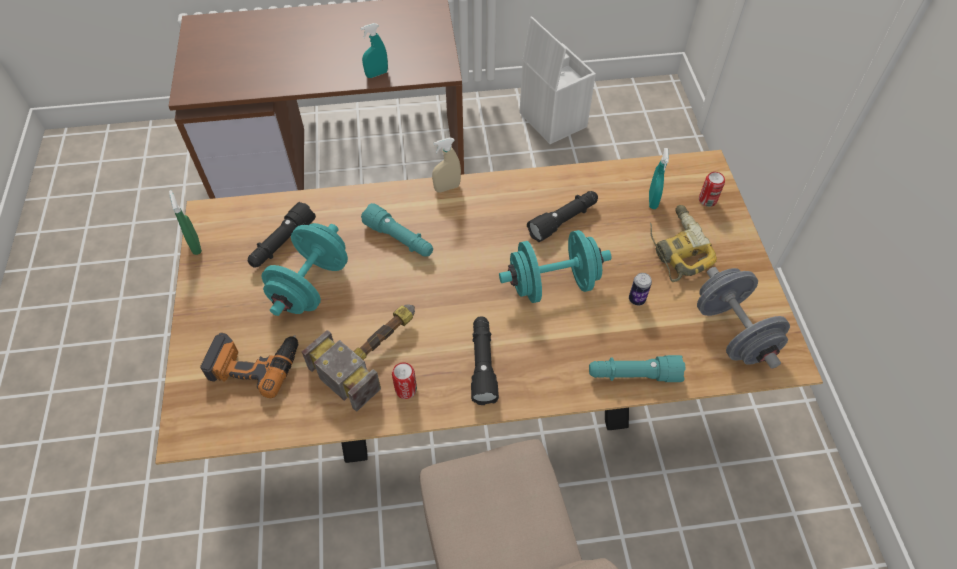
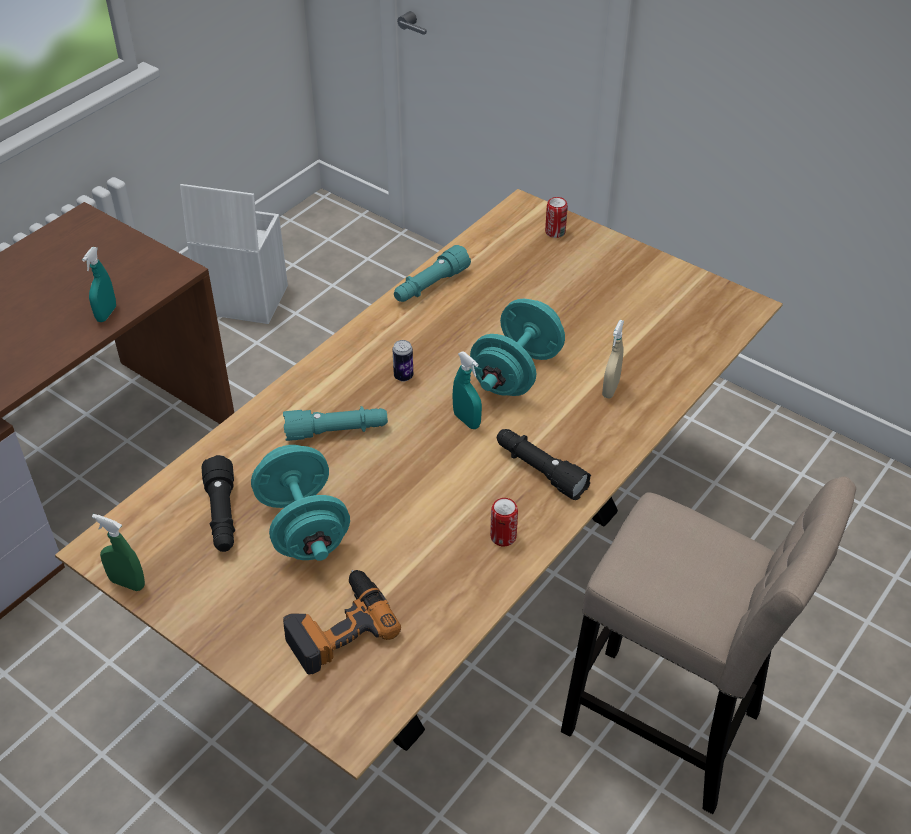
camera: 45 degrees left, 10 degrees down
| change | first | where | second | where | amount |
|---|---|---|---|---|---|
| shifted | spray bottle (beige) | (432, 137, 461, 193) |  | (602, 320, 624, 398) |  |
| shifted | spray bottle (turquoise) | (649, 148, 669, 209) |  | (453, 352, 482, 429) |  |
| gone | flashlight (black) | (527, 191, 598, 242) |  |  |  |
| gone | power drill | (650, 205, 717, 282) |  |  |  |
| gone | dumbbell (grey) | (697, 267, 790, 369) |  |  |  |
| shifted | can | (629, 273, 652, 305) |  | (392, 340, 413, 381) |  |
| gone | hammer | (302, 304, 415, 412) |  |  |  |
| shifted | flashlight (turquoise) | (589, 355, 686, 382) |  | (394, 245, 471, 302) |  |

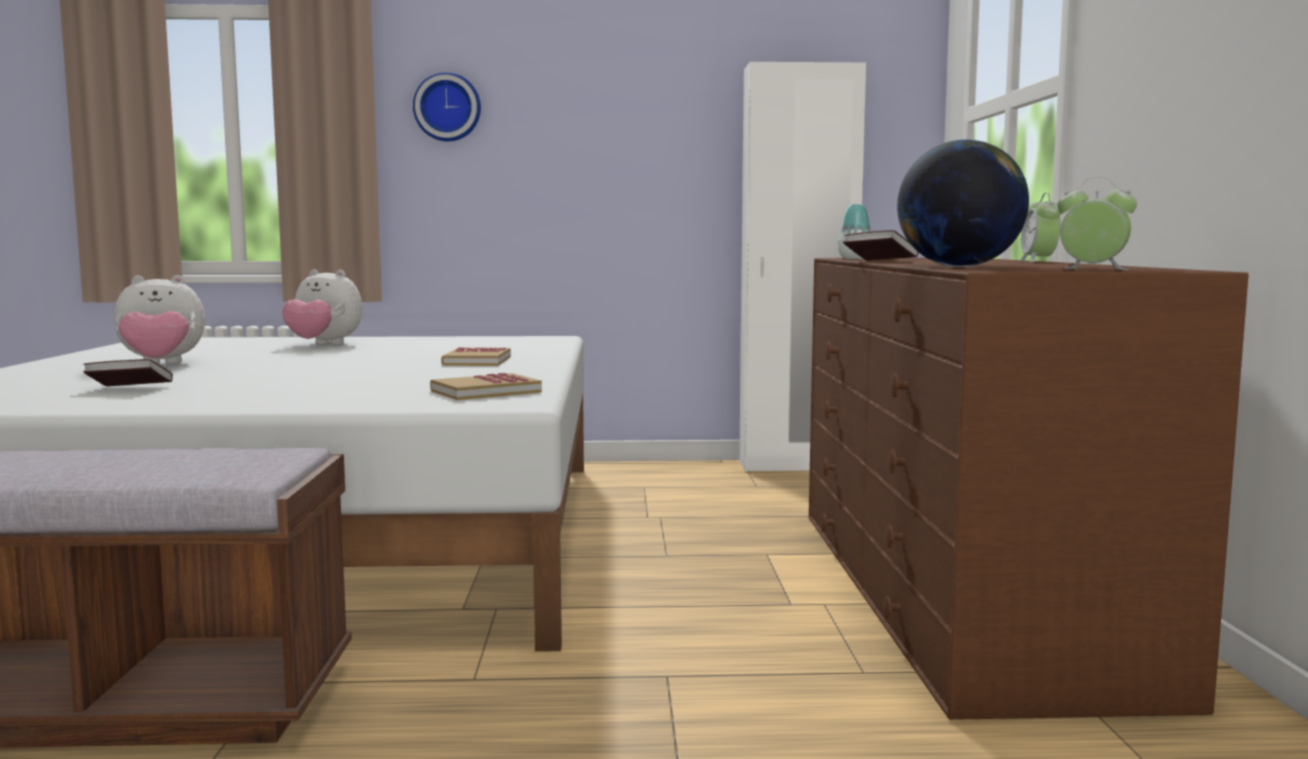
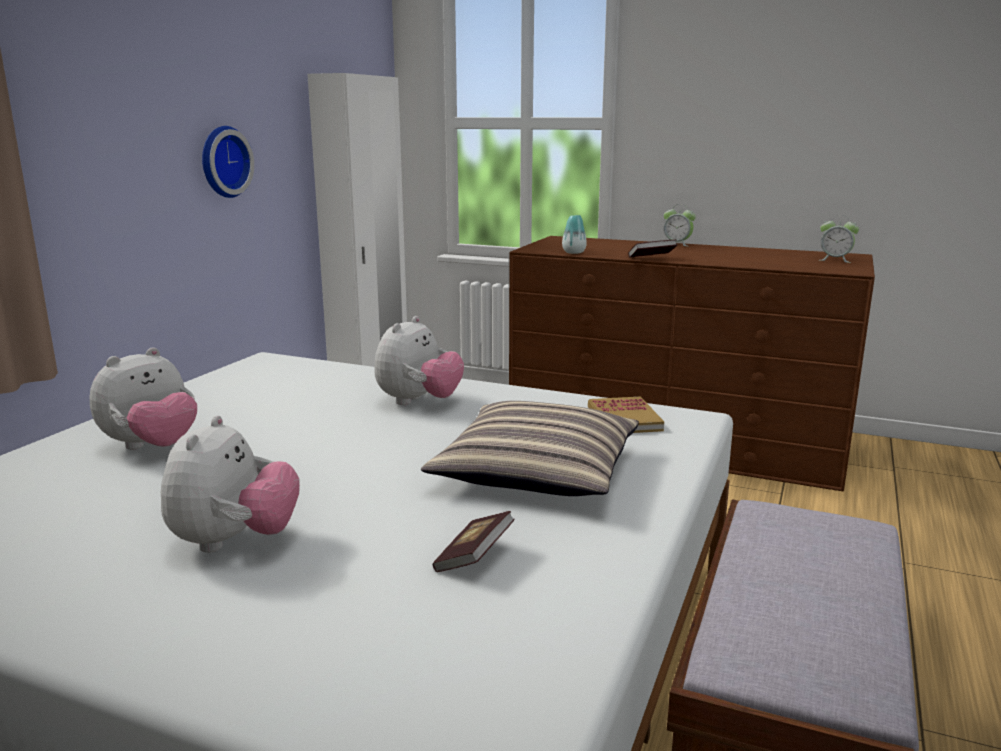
camera: 65 degrees left, 10 degrees up
| change | first | where | second | where | amount |
|---|---|---|---|---|---|
| shifted | wall clock | (413, 72, 481, 141) |  | (202, 126, 254, 198) |  |
| gone | globe | (897, 139, 1029, 267) |  |  |  |
| rotated | alarm clock | (1057, 177, 1137, 270) |  | (819, 215, 859, 263) | 120 degrees counterclockwise |
| swapped | book | (441, 347, 511, 366) | plush toy | (374, 316, 464, 405) |  |
| new |  |  | pillow | (421, 401, 639, 496) |  |

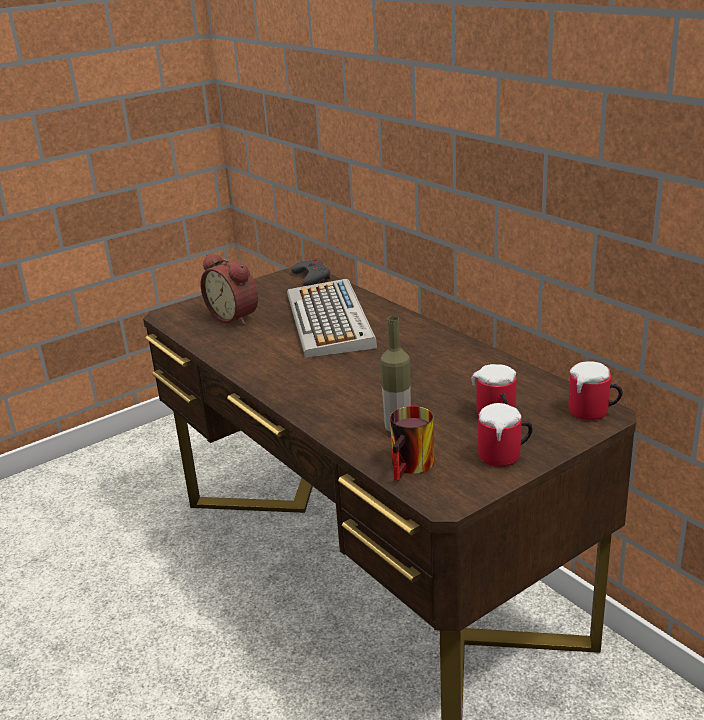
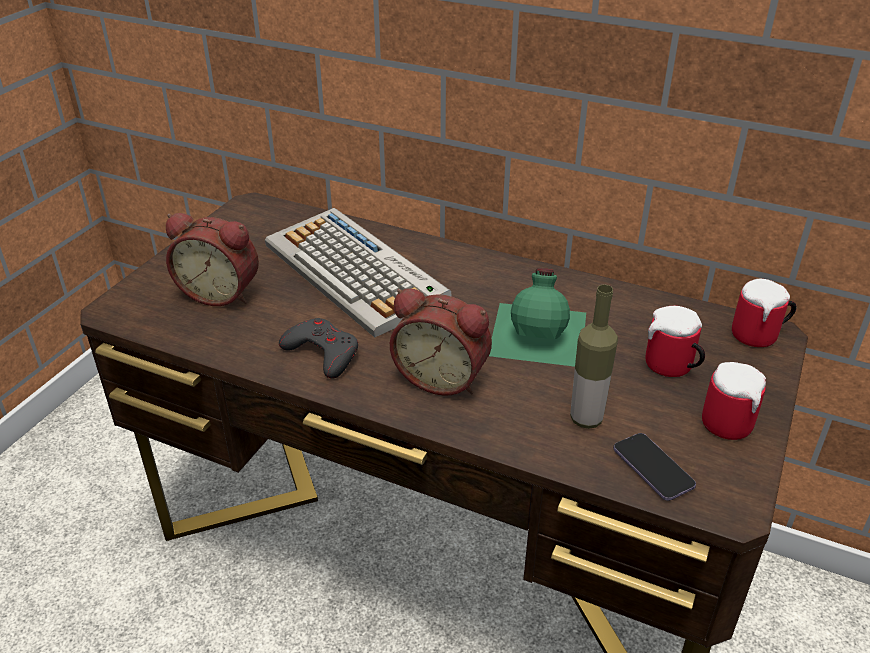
camera: 30 degrees left, 10 degrees up
| change | first | where | second | where | amount |
|---|---|---|---|---|---|
| shifted | game controller (grey) | (291, 259, 330, 286) |  | (279, 318, 358, 379) |  |
| swapped | mug | (390, 406, 434, 481) | phone | (613, 433, 696, 501) |  |
| new |  |  | bottle (green) | (489, 268, 586, 367) |  |
| new |  |  | alarm clock | (390, 288, 492, 396) |  |

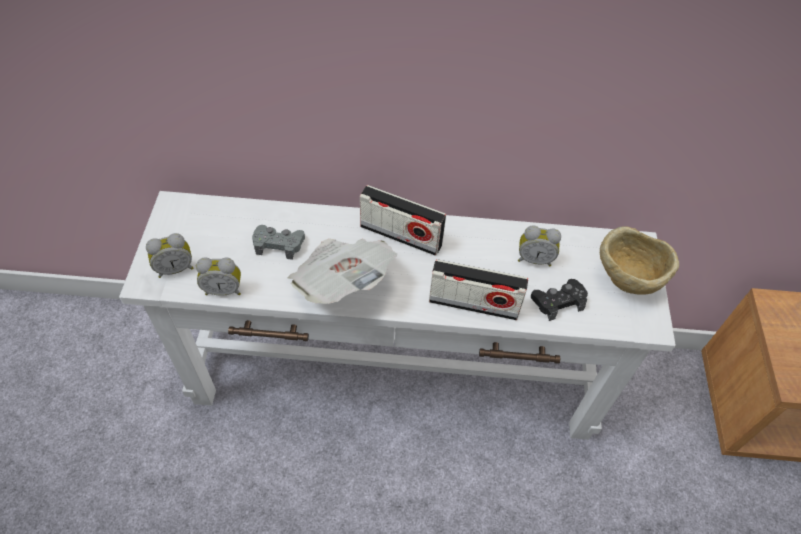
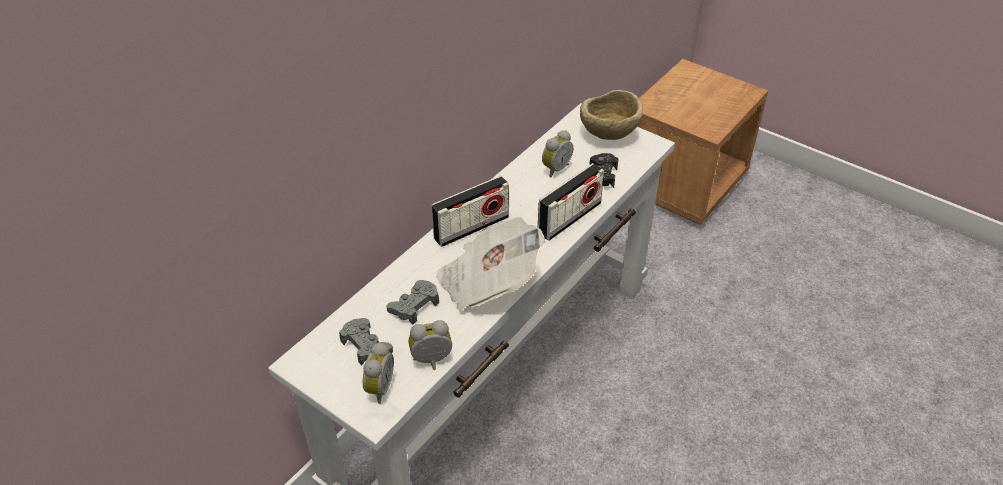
camera: 55 degrees left, 10 degrees down
| change | first | where | second | where | amount |
|---|---|---|---|---|---|
| rotated | alarm clock | (196, 257, 241, 296) |  | (409, 320, 452, 370) | 135 degrees counterclockwise |
| new |  |  | game controller (grey) | (339, 318, 393, 366) |  |

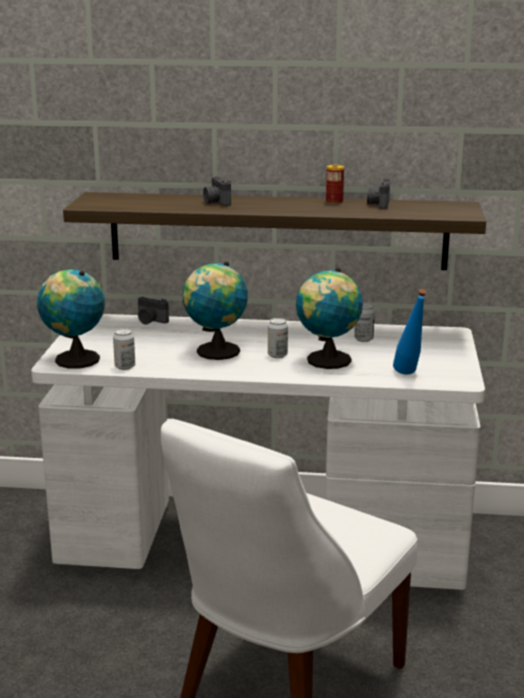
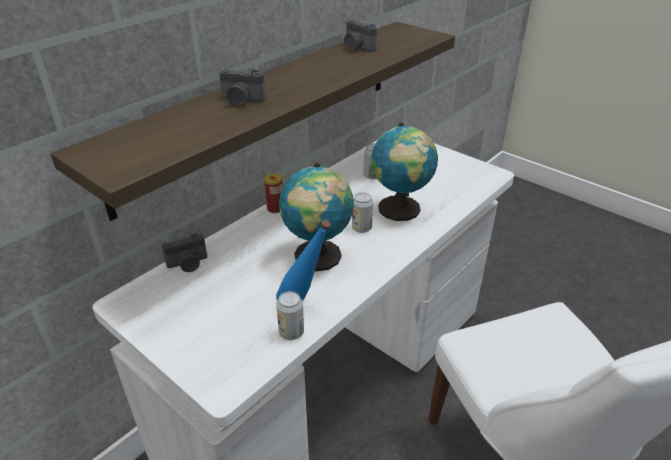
camera: 55 degrees left, 15 degrees up
| change | first | where | second | where | amount |
|---|---|---|---|---|---|
| shifted | can | (326, 165, 344, 204) |  | (264, 174, 283, 213) |  |
| gone | globe | (37, 269, 105, 369) |  |  |  |
| shifted | bottle (blue) | (393, 289, 426, 375) |  | (276, 220, 331, 301) |  |

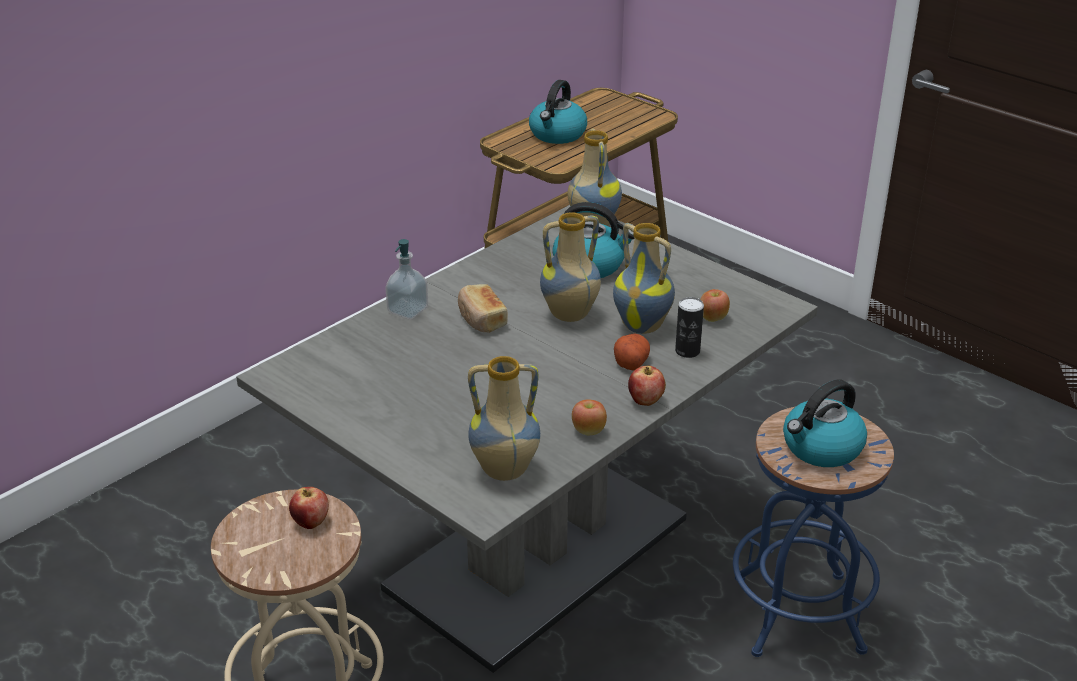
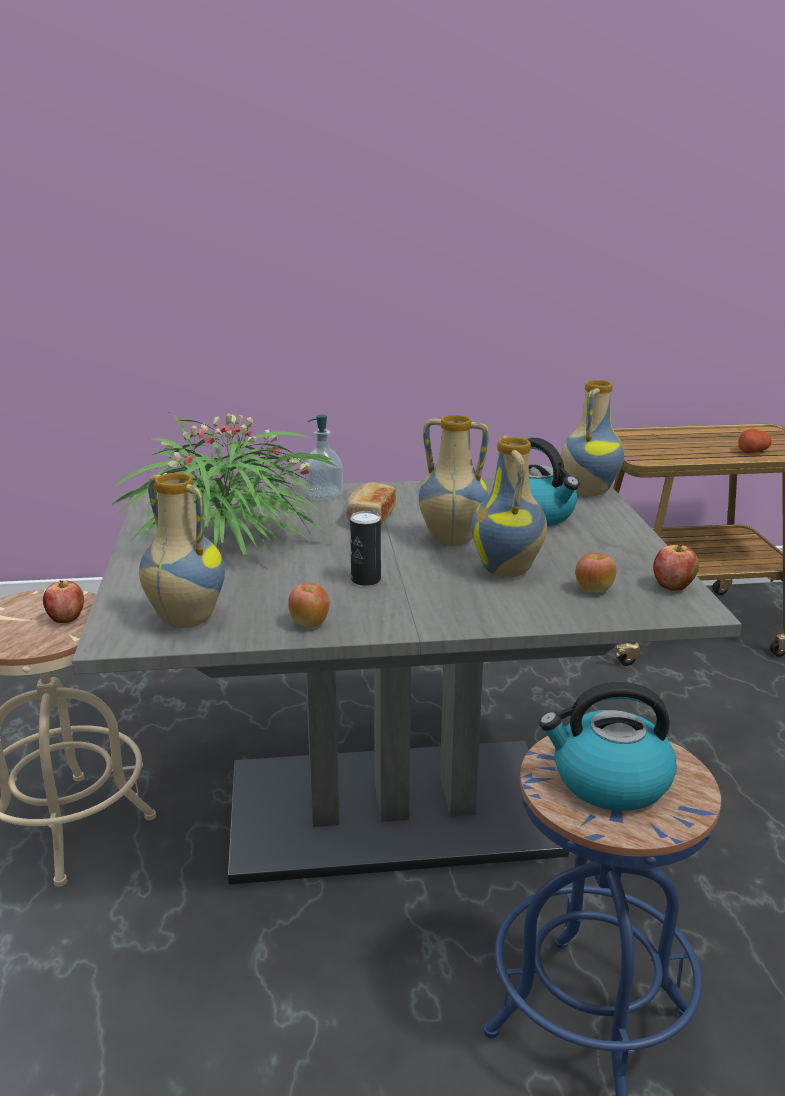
camera: 40 degrees right, 10 degrees down
| change | first | where | second | where | amount |
|---|---|---|---|---|---|
| gone | kettle | (529, 80, 587, 144) |  |  |  |
| shifted | can | (675, 297, 704, 358) |  | (350, 511, 381, 586) |  |
| shifted | potato | (614, 334, 650, 371) |  | (738, 429, 771, 453) |  |
| shifted | apple | (628, 366, 666, 406) |  | (653, 544, 699, 591) |  |
| new |  |  | potted plant | (113, 413, 338, 567) |  |

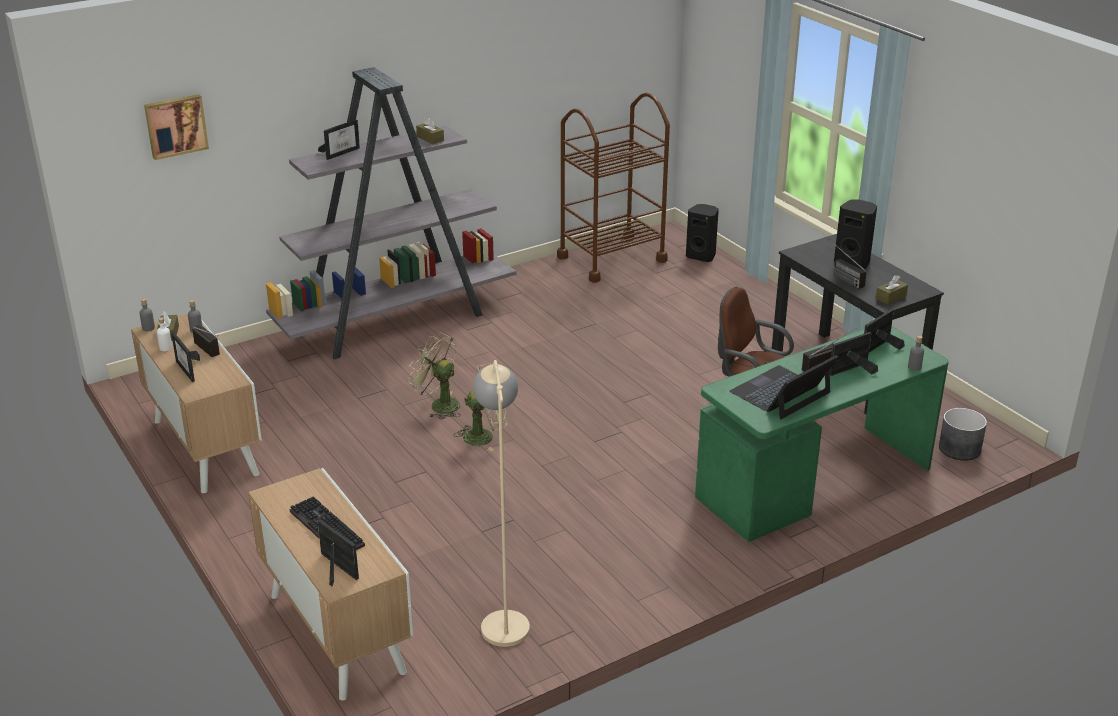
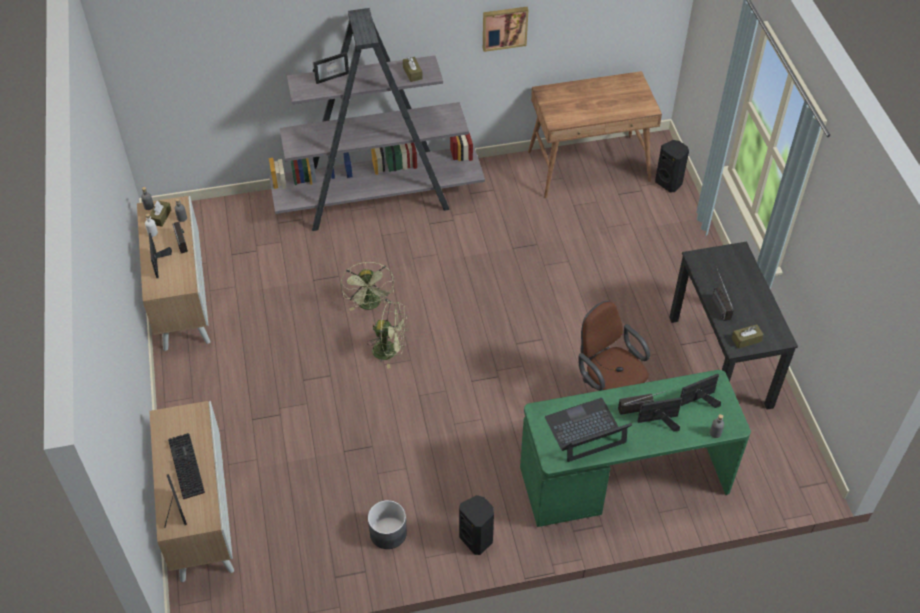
camera: 20 degrees right, 20 degrees up
| change | first | where | second | where | amount |
|---|---|---|---|---|---|
| swapped | cart (brown) | (557, 92, 670, 283) | desk (brown) | (528, 71, 662, 199) |  |
| shifted | picture | (144, 94, 209, 160) |  | (483, 7, 528, 52) |  |
| shifted | speaker (black) | (834, 199, 877, 270) |  | (459, 495, 494, 555) |  |
| rotated | fan (green) | (408, 332, 461, 419) |  | (341, 262, 394, 311) | 150 degrees counterclockwise |
| gone | floor lamp (beige) | (473, 360, 530, 647) |  |  |  |
| shifted | planter (grey) | (939, 408, 987, 461) |  | (368, 500, 407, 549) |  |

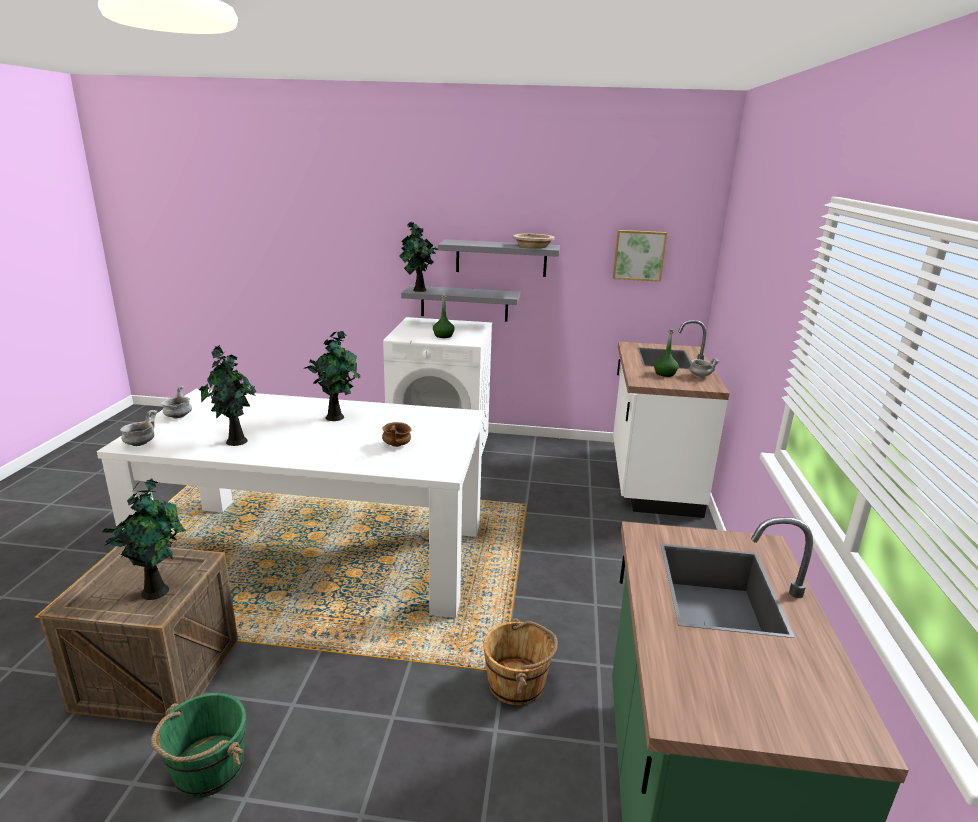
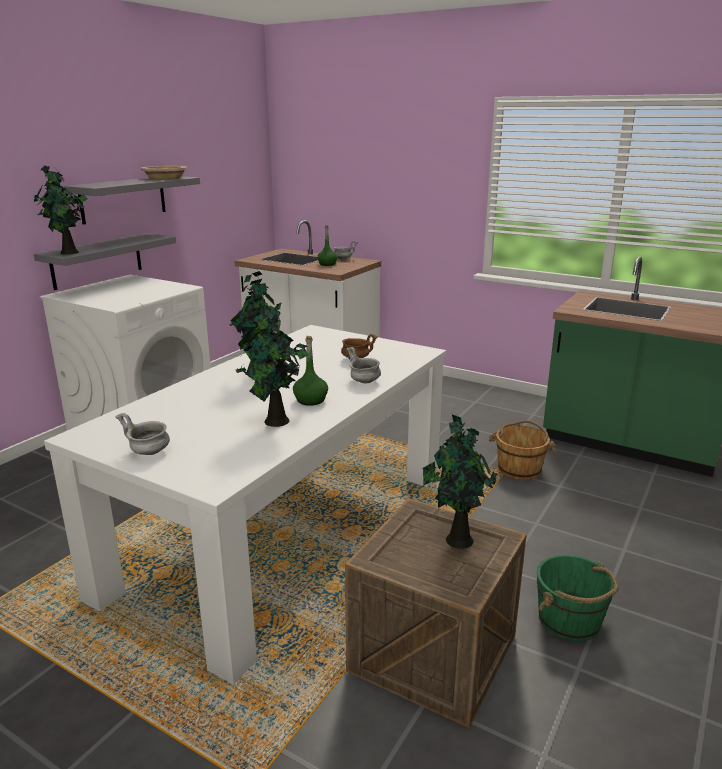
camera: 65 degrees left, 0 degrees up
| change | first | where | second | where | amount |
|---|---|---|---|---|---|
| gone | picture | (613, 230, 667, 282) |  |  |  |
| shifted | bottle (green) | (433, 294, 455, 338) |  | (293, 336, 328, 406) |  |
| shifted | bowl (grey) | (120, 410, 157, 446) |  | (346, 347, 381, 384) |  |

